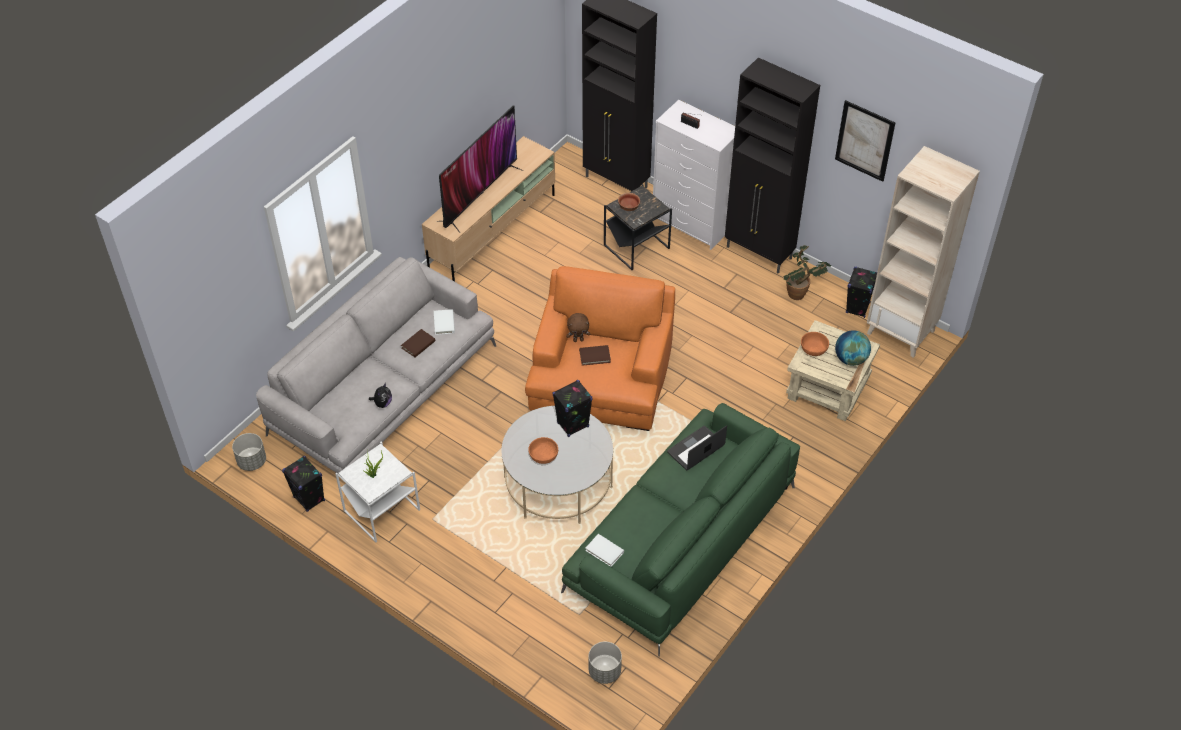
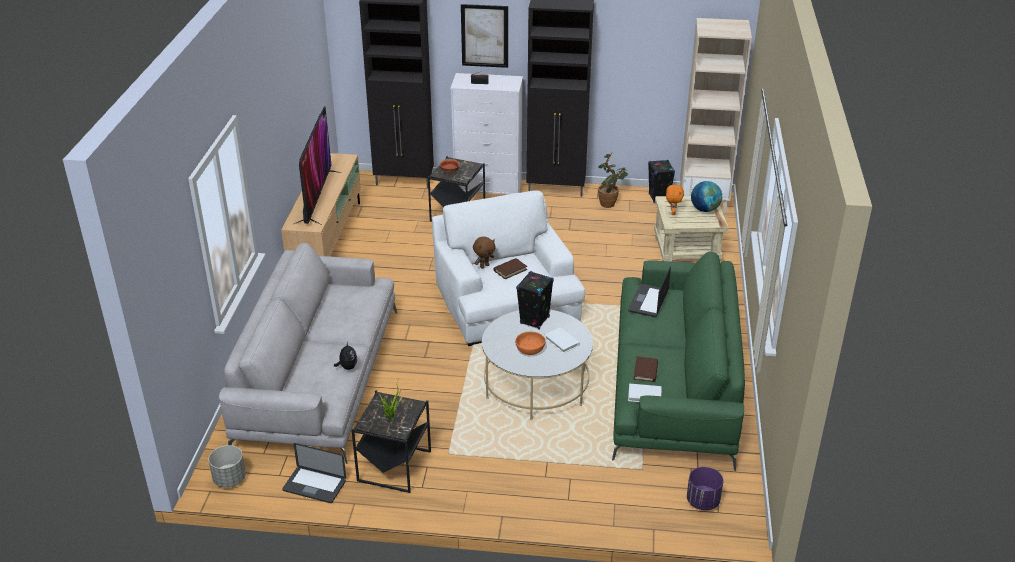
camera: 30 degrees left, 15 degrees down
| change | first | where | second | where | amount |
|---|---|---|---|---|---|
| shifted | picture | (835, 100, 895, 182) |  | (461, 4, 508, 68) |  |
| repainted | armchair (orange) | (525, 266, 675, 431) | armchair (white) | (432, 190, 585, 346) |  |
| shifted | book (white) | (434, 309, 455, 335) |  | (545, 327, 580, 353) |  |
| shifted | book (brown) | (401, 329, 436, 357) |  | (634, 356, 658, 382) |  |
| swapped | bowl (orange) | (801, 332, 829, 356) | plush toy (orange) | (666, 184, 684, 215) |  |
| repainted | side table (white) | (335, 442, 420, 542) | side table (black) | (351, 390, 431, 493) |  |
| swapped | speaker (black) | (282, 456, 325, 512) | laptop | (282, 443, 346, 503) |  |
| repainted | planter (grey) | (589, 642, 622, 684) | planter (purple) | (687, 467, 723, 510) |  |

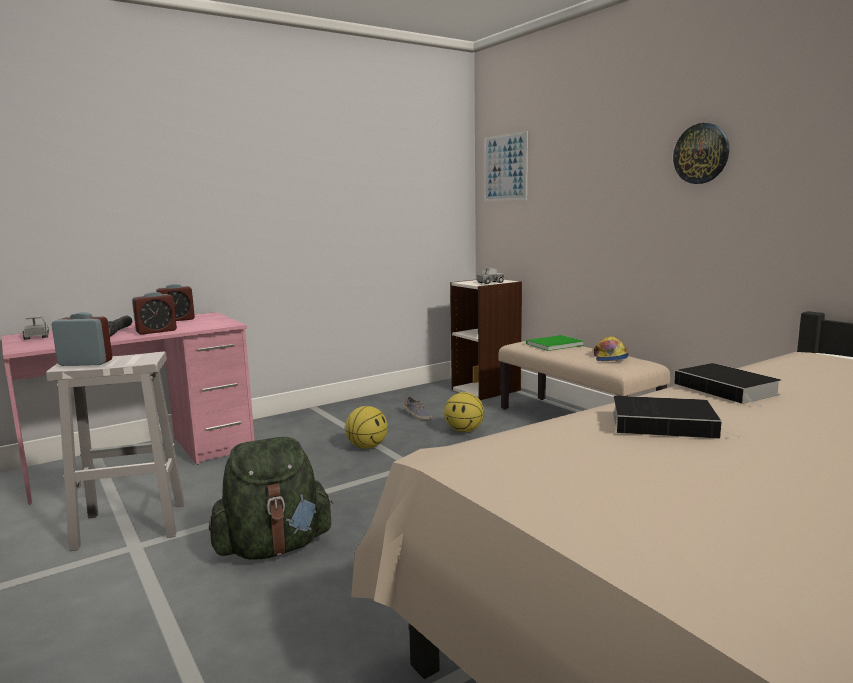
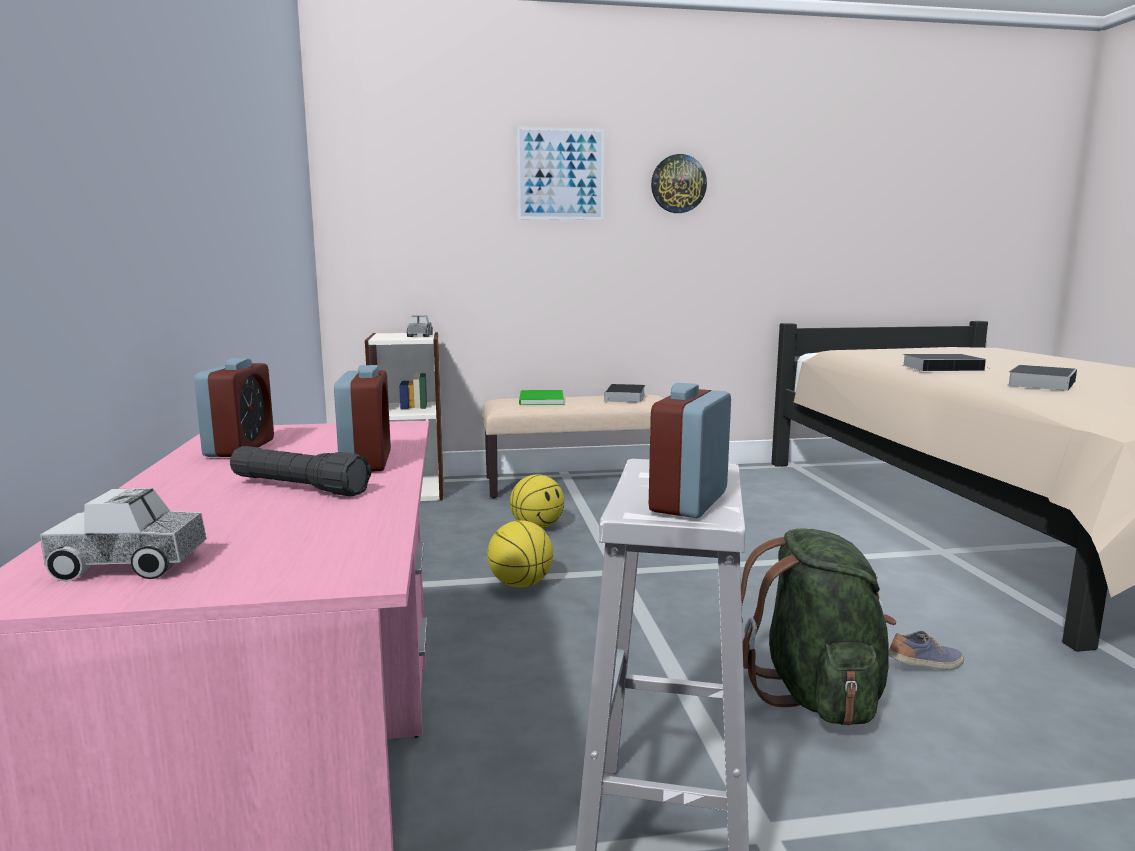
camera: 65 degrees left, 0 degrees up
| change | first | where | second | where | amount |
|---|---|---|---|---|---|
| shifted | picture | (484, 131, 528, 201) |  | (517, 127, 604, 220) |  |
| swapped | cap | (594, 336, 629, 361) | book | (604, 384, 645, 403) |  |
| shifted | shoe | (404, 396, 433, 420) |  | (889, 631, 964, 670) |  |

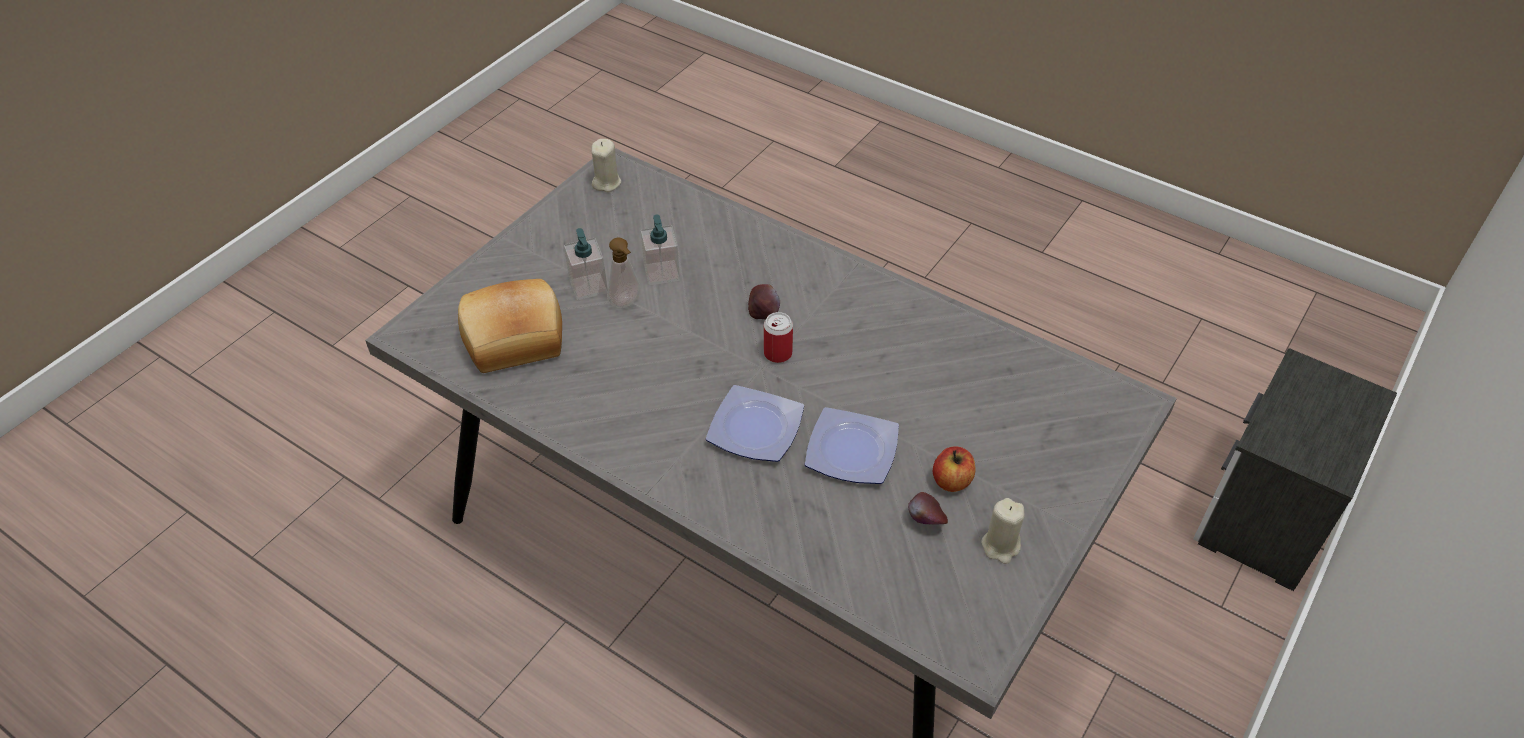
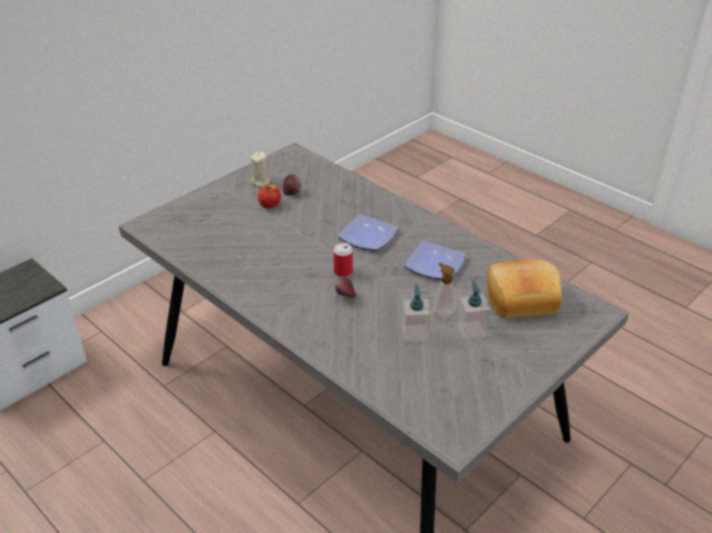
camera: 170 degrees left, 10 degrees down
| change | first | where | second | where | amount |
|---|---|---|---|---|---|
| gone | candle (beige) | (591, 139, 621, 192) |  |  |  |
| shifted | plate | (805, 407, 899, 484) |  | (404, 241, 466, 280) |  |

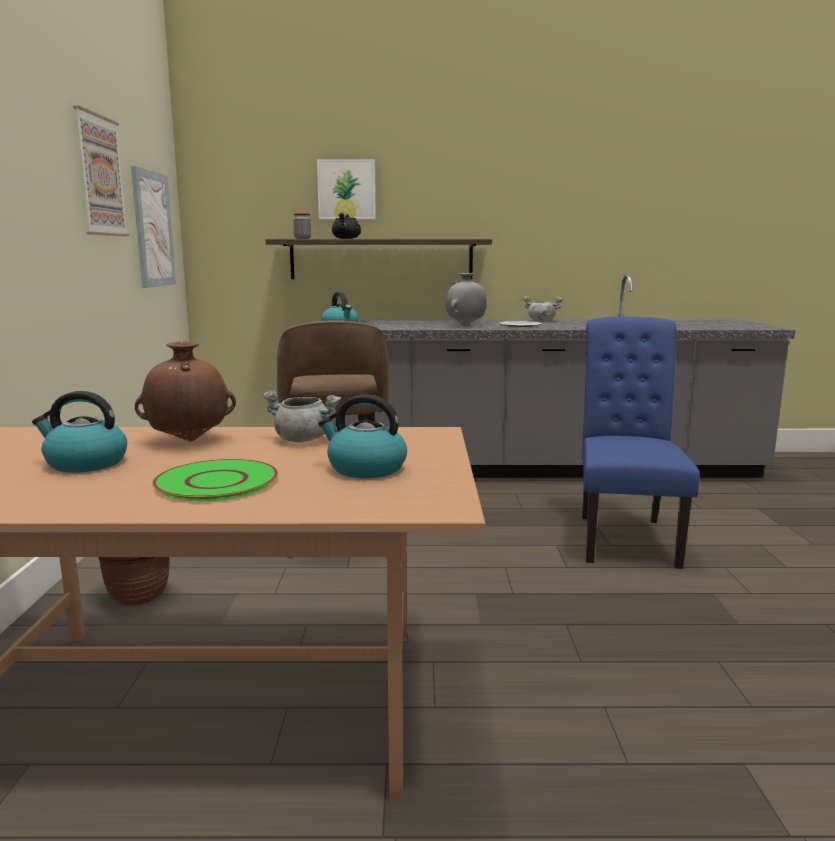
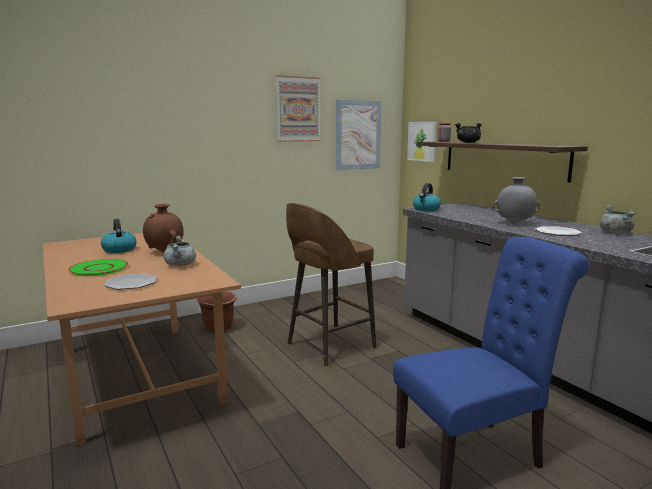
camera: 60 degrees right, 0 degrees up
| change | first | where | second | where | amount |
|---|---|---|---|---|---|
| shifted | picture | (317, 159, 376, 219) |  | (407, 122, 436, 162) |  |
| swapped | kettle | (318, 394, 407, 478) | plate | (104, 273, 157, 290) |  |

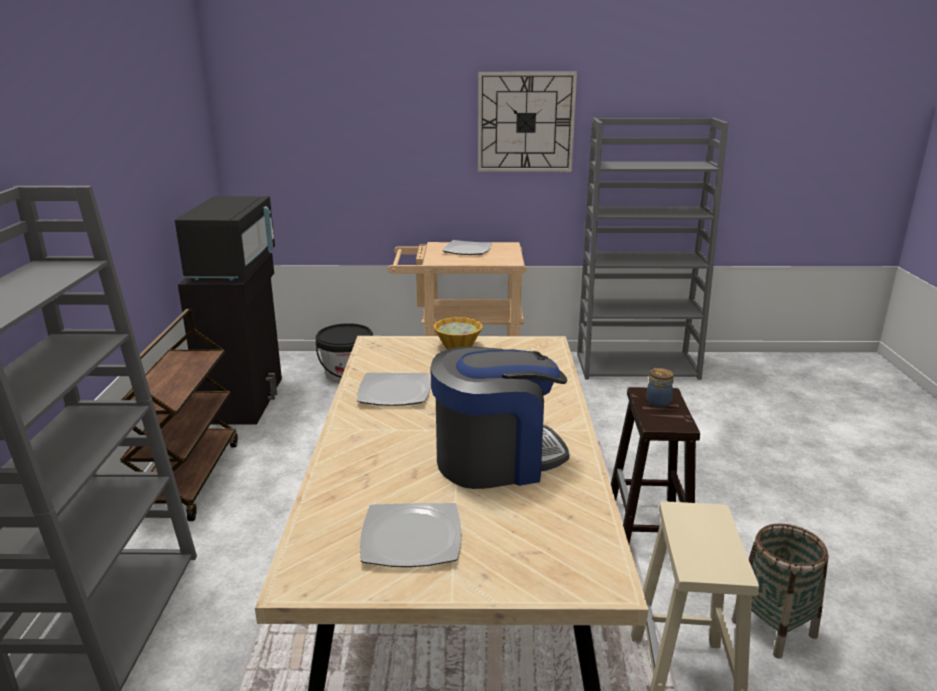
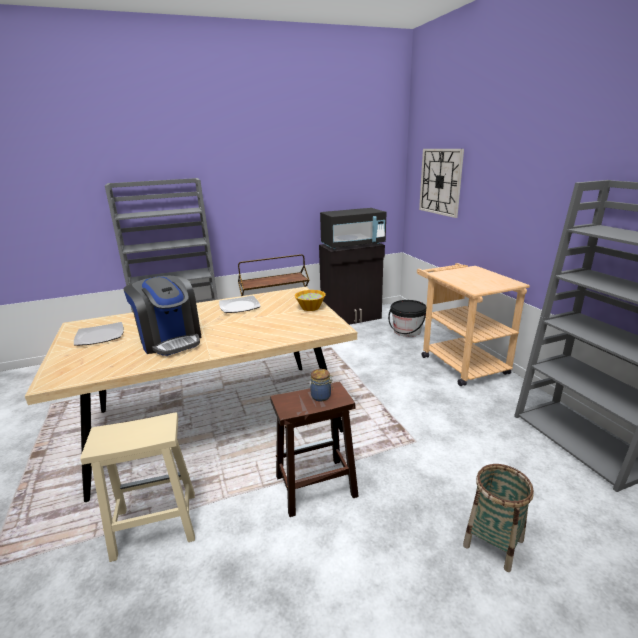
camera: 70 degrees right, 0 degrees up
| change | first | where | second | where | amount |
|---|---|---|---|---|---|
| shifted | wall clock | (478, 72, 577, 172) |  | (419, 149, 464, 218) |  |
| gone | plate | (443, 240, 492, 255) |  |  |  |
| shifted | basket | (732, 523, 829, 659) |  | (463, 464, 534, 572) |  |

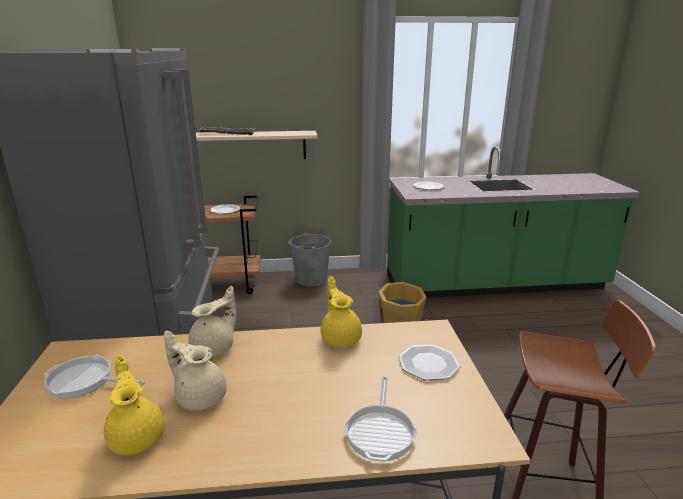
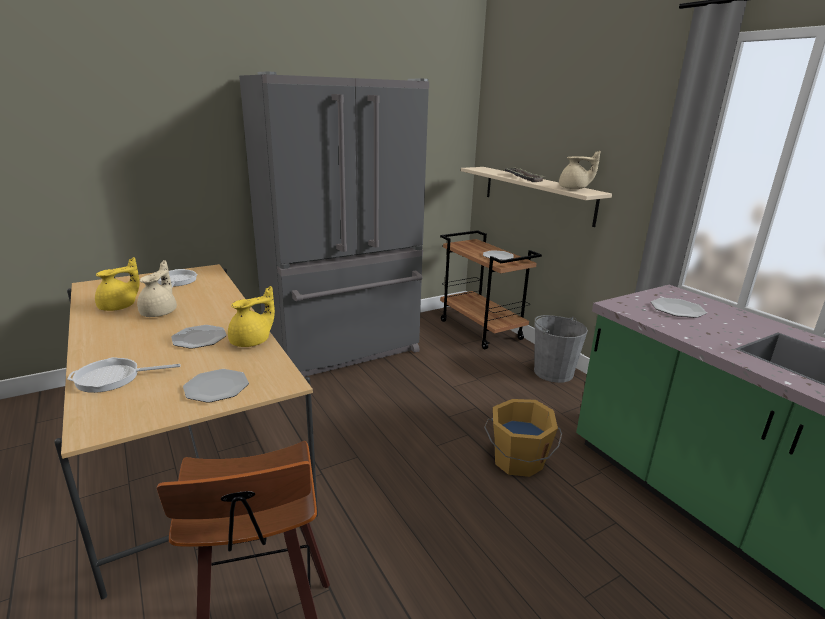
camera: 65 degrees right, 0 degrees up
| change | first | where | second | where | amount |
|---|---|---|---|---|---|
| shifted | teapot (beige) | (188, 286, 236, 357) |  | (559, 151, 601, 189) |  |
| new |  |  | plate | (171, 325, 227, 349) |  |

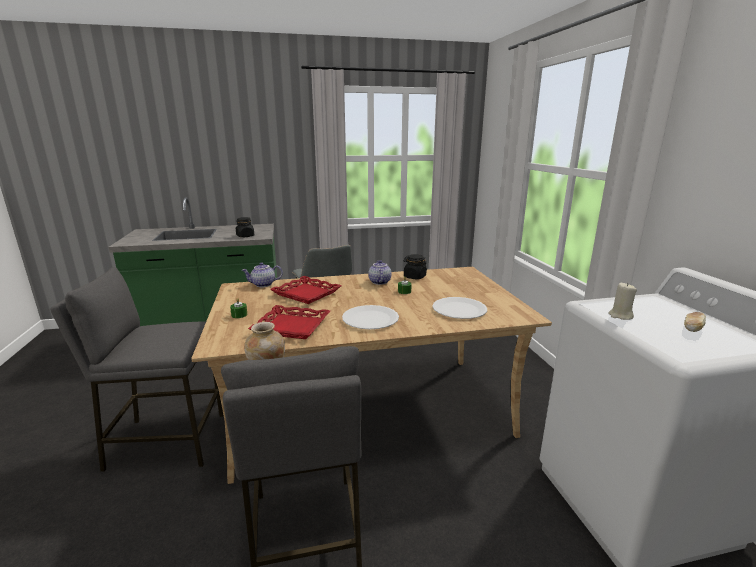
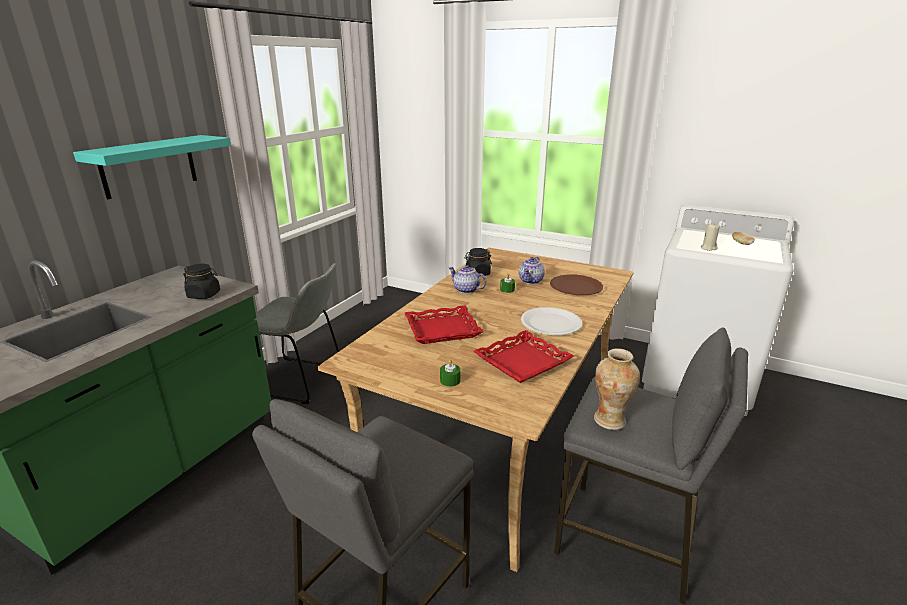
camera: 50 degrees left, 5 degrees up
| change | first | where | second | where | amount |
|---|---|---|---|---|---|
| shifted | teapot | (242, 262, 283, 287) |  | (519, 257, 545, 284) |  |
| repainted | plate (white) | (433, 297, 487, 319) | plate (brown) | (550, 274, 603, 295) |  |
| new |  |  | shelf (turquoise) | (73, 135, 231, 199) |  |

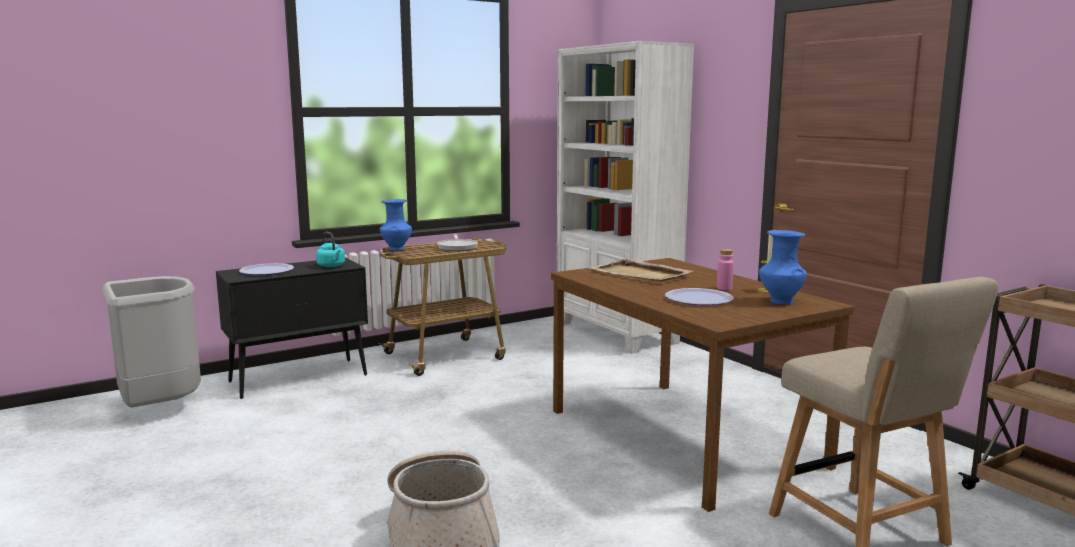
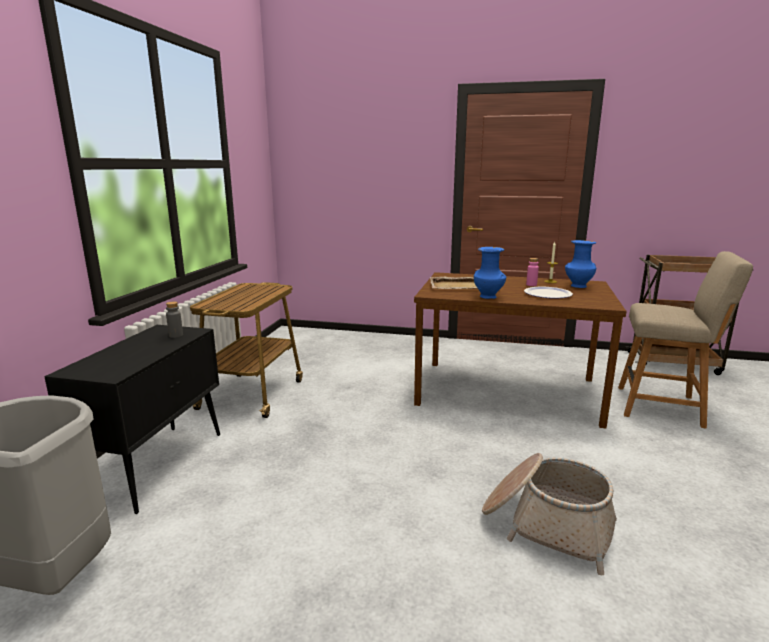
camera: 45 degrees left, 5 degrees up
| change | first | where | second | where | amount |
|---|---|---|---|---|---|
| gone | bookcase (white) | (557, 41, 694, 353) |  |  |  |
| shifted | vase (blue) | (380, 199, 412, 250) |  | (474, 247, 506, 299) |  |
| swapped | kettle (turquoise) | (316, 232, 345, 267) | bottle (grey) | (166, 302, 183, 338) |  |
| gone | frying pan | (437, 234, 478, 251) |  |  |  |
| gone | plate | (239, 263, 294, 275) |  |  |  |

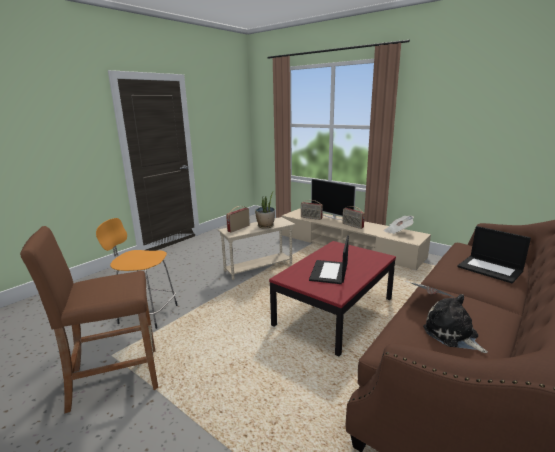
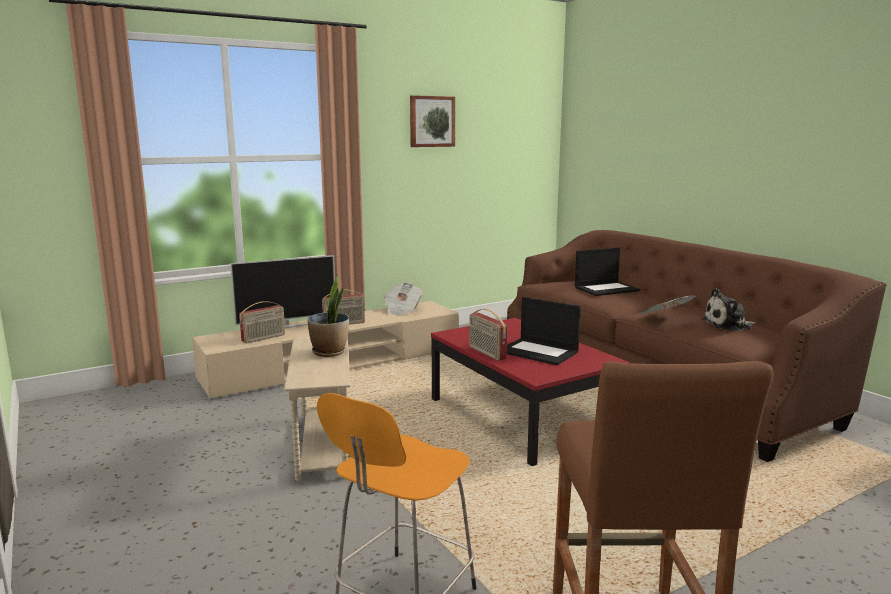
camera: 70 degrees left, 5 degrees down
| change | first | where | second | where | amount |
|---|---|---|---|---|---|
| shifted | radio | (226, 206, 250, 233) |  | (469, 309, 507, 361) |  |
| new |  |  | picture | (410, 95, 455, 147) |  |

